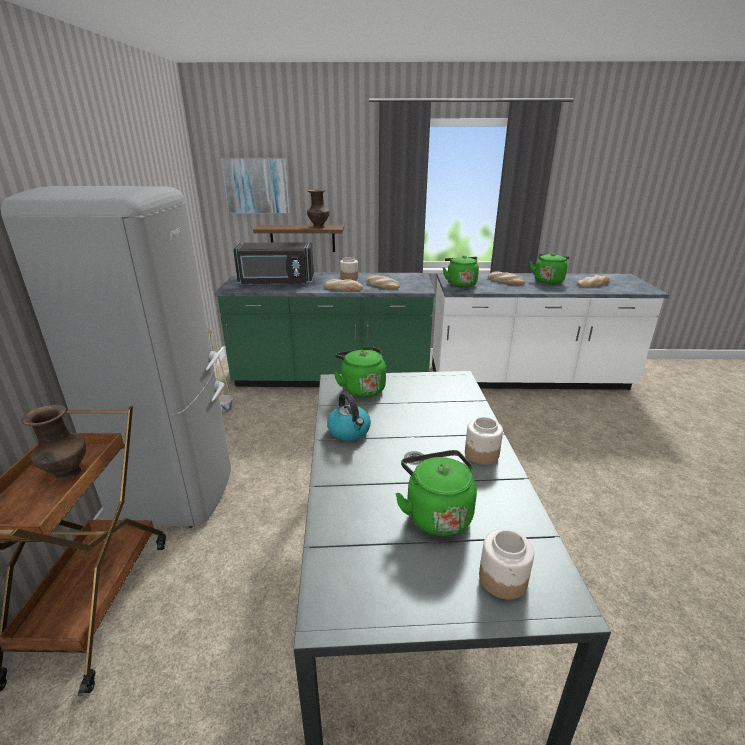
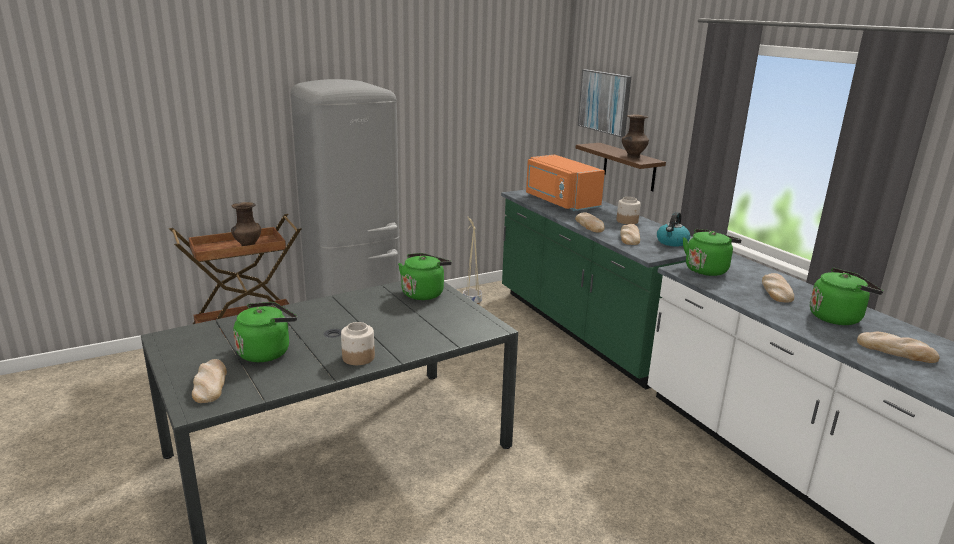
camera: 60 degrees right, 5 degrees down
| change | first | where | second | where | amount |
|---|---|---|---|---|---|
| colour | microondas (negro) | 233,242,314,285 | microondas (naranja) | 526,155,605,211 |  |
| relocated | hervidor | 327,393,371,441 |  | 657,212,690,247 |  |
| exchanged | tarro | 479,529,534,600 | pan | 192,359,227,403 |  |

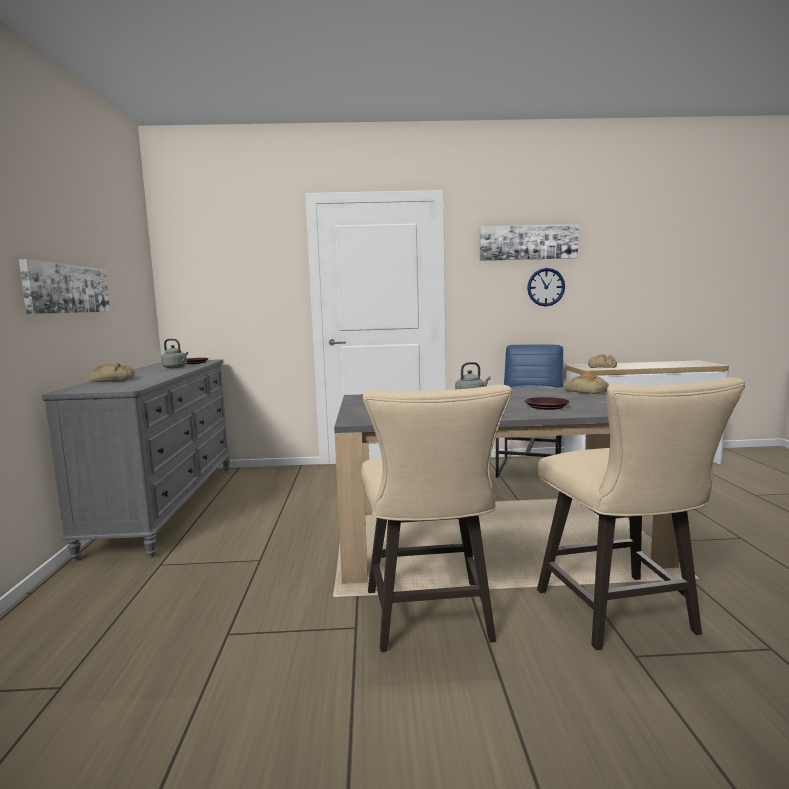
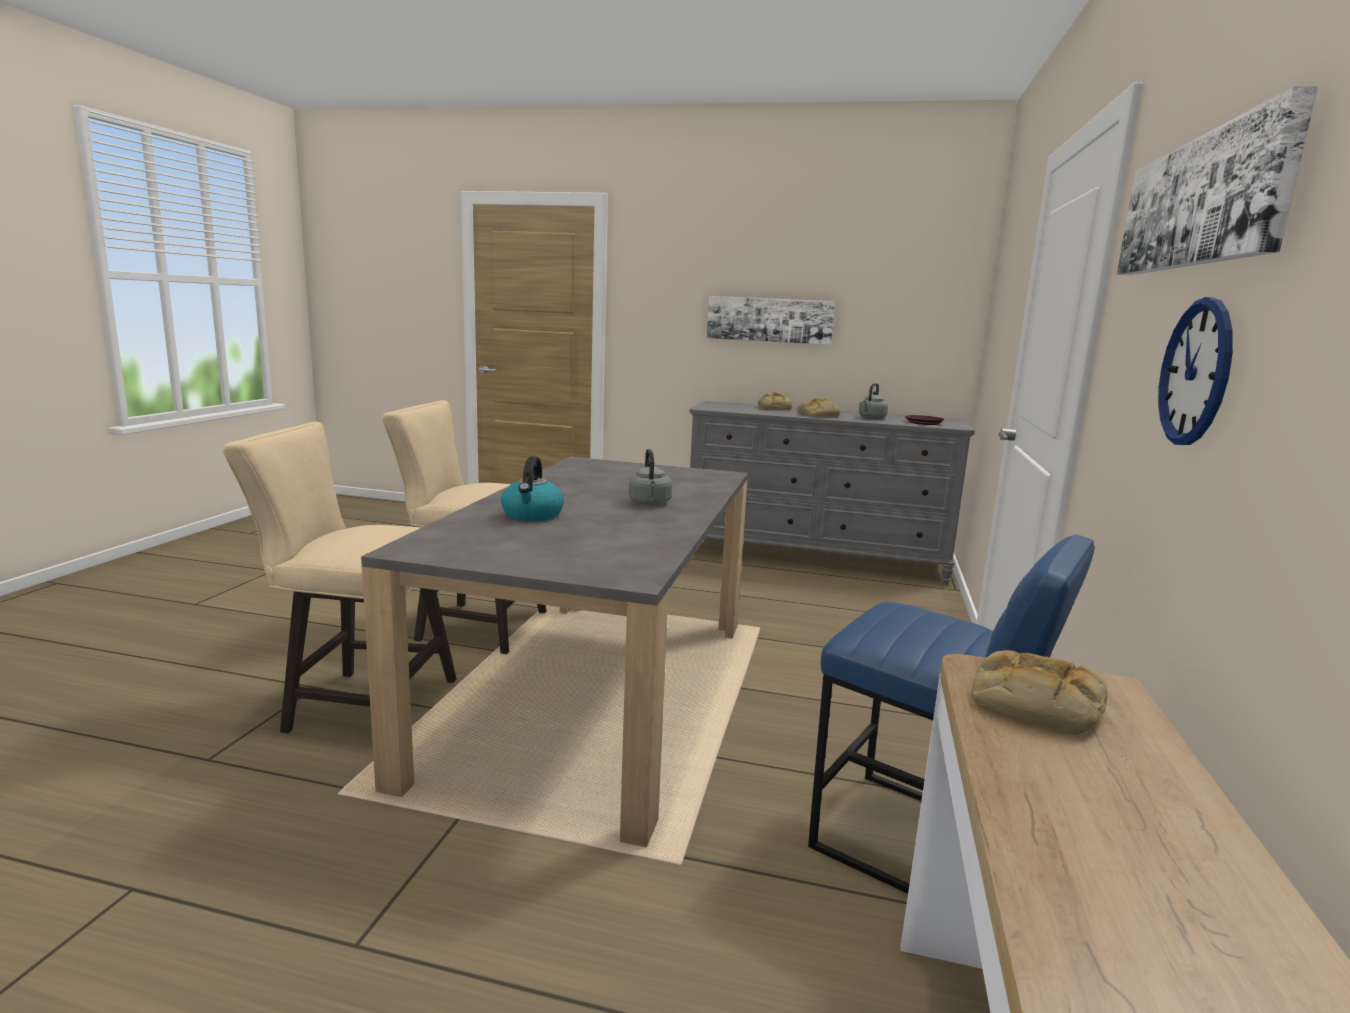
camera: 105 degrees right, 5 degrees up
| change | first | where | second | where | amount |
|---|---|---|---|---|---|
| relocated | pan | 565,374,609,394 |  | 797,398,841,417 |  |
| exchanged | plato (marrón) | 525,397,570,410 | hervidor | 501,456,564,521 |  |

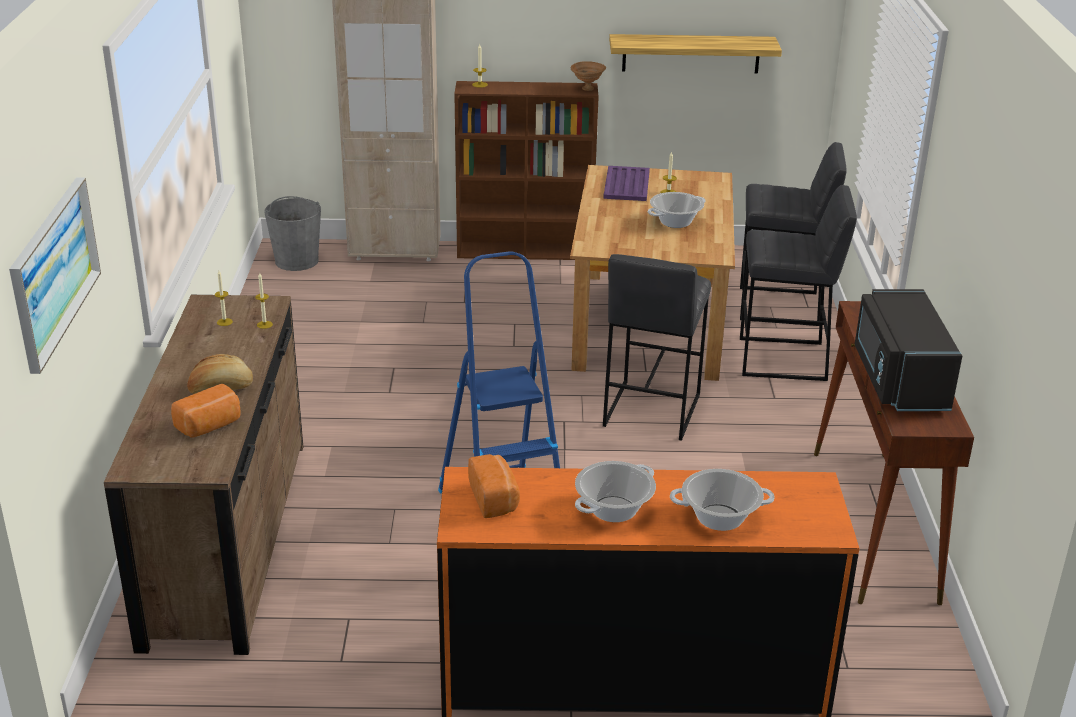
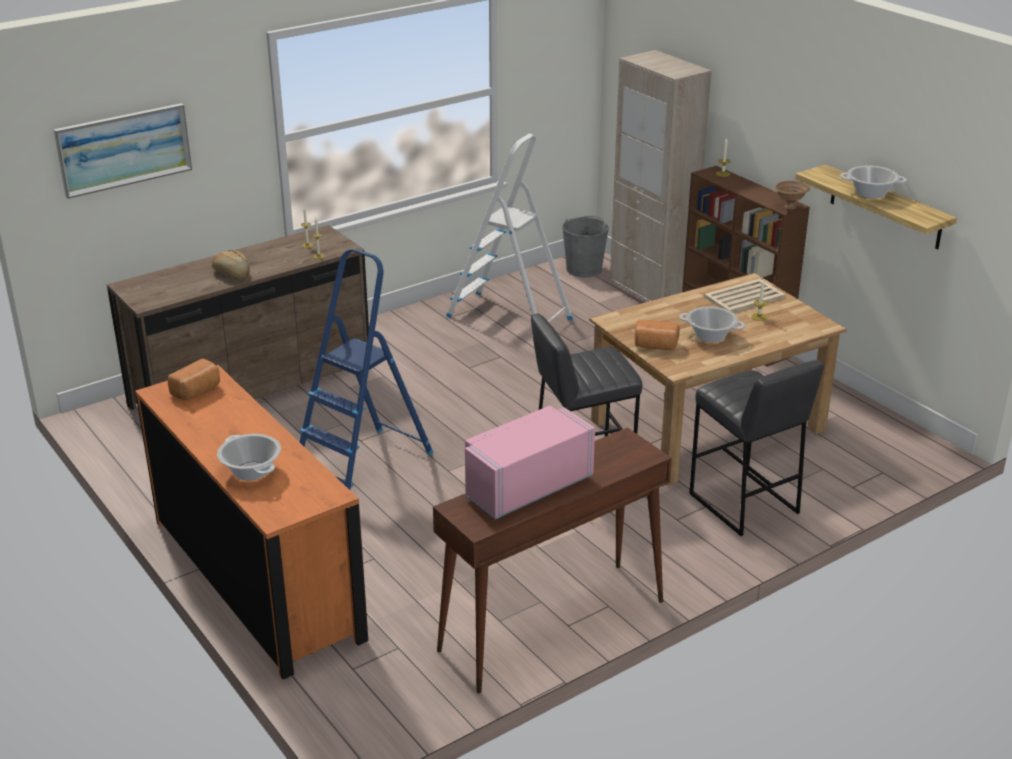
camera: 55 degrees right, 0 degrees up
| change | first | where | second | where | amount |
|---|---|---|---|---|---|
| missing | taburete (gris) | 740,142,847,326 |  |  |  |
| colour | bandeja (morado) | 603,166,650,201 | bandeja (beis) | 704,279,785,313 |  |
| colour | microondas (negro) | 855,289,962,411 | microondas (rosa) | 465,406,595,519 |  |
| relocated | pan | 171,384,240,438 |  | 635,319,680,350 |  |
| relocated | olla | 575,461,656,522 |  | 840,166,907,199 |  |
| appeared |  |  | escalera de tijera (blanco) | 446,133,573,322 |  |

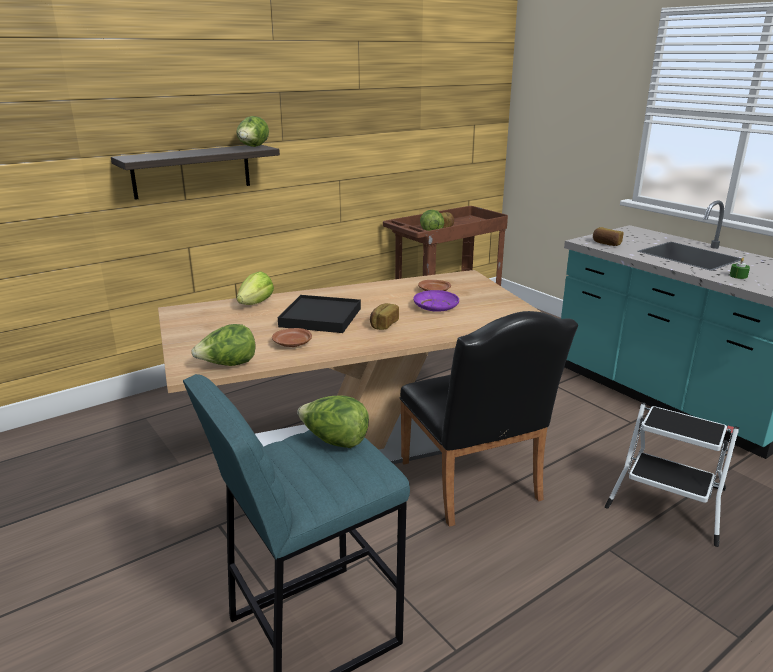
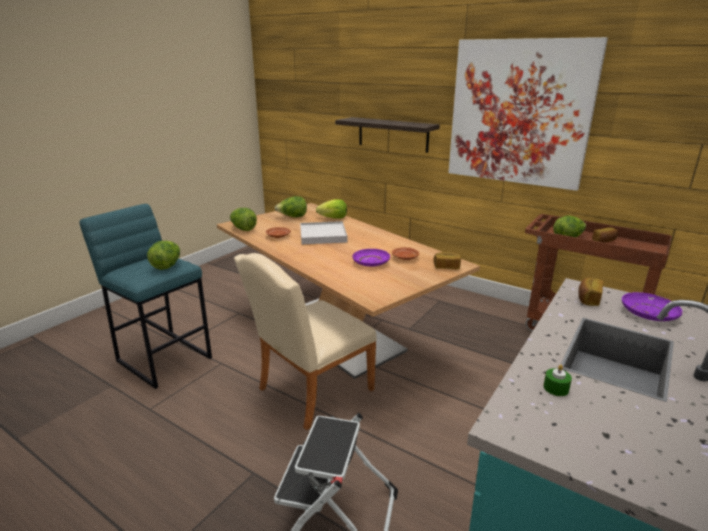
camera: 70 degrees right, 0 degrees up
| change | first | where | second | where | amount |
|---|---|---|---|---|---|
| relocated | lechuga | 236,116,269,147 |  | 275,196,307,217 |  |
| colour | bandeja (negro) | 278,295,361,333 | bandeja (blanco) | 300,221,347,244 |  |
| relocated | pan | 370,303,399,330 |  | 433,252,461,269 |  |
| colour | silla (negro) | 400,311,578,527 | silla (beis) | 234,253,377,430 |  |
| appeared |  |  | cuadro | 448,37,608,191 |  |
| appeared |  |  | plato (morado) | 622,292,683,321 |  |

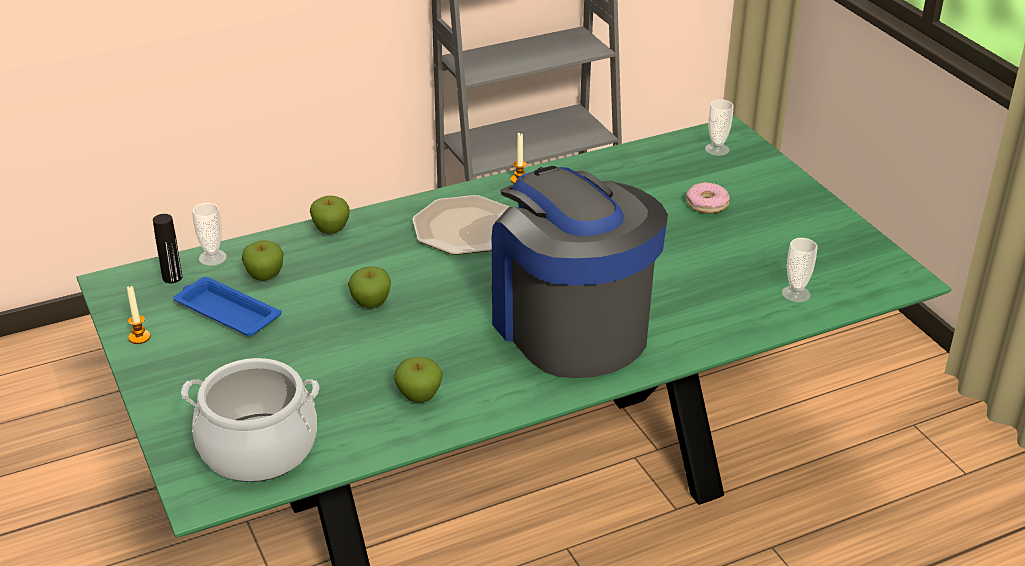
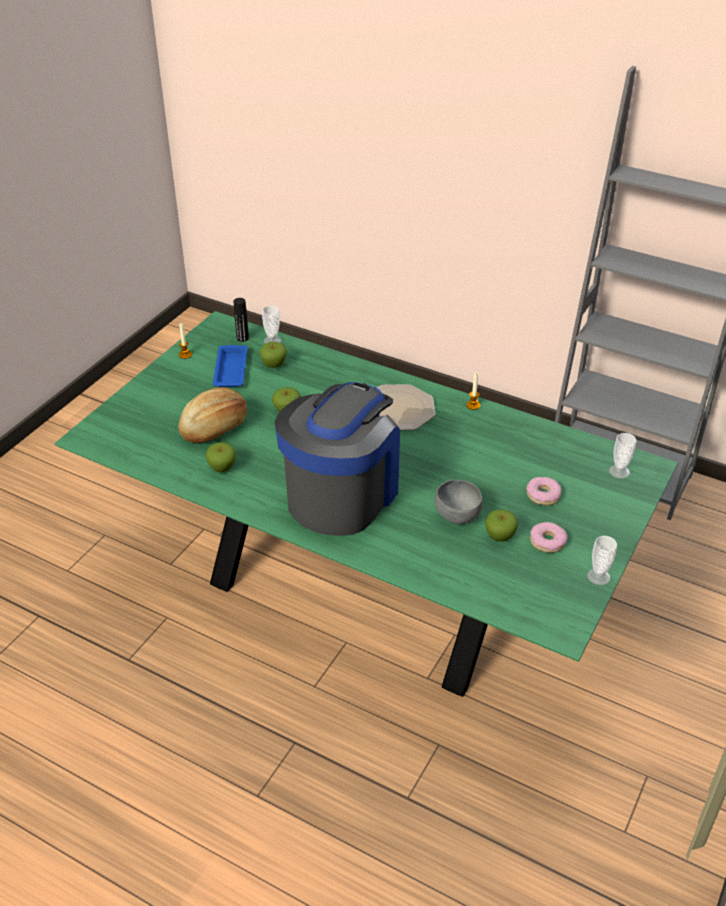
camera: 55 degrees right, 5 degrees up
| change | first | where | second | where | amount |
|---|---|---|---|---|---|
| relocated | manzana | 310,195,350,234 |  | 485,509,518,541 |  |
| relocated | taza | 782,238,818,302 |  | 587,536,617,585 |  |
| missing | olla | 181,358,319,482 |  |  |  |
| appeared |  |  | pan | 178,387,247,443 |  |
| appeared |  |  | cuenco (gris) | 435,480,483,524 |  |
| appeared |  |  | rosquilla | 530,522,568,553 |  |

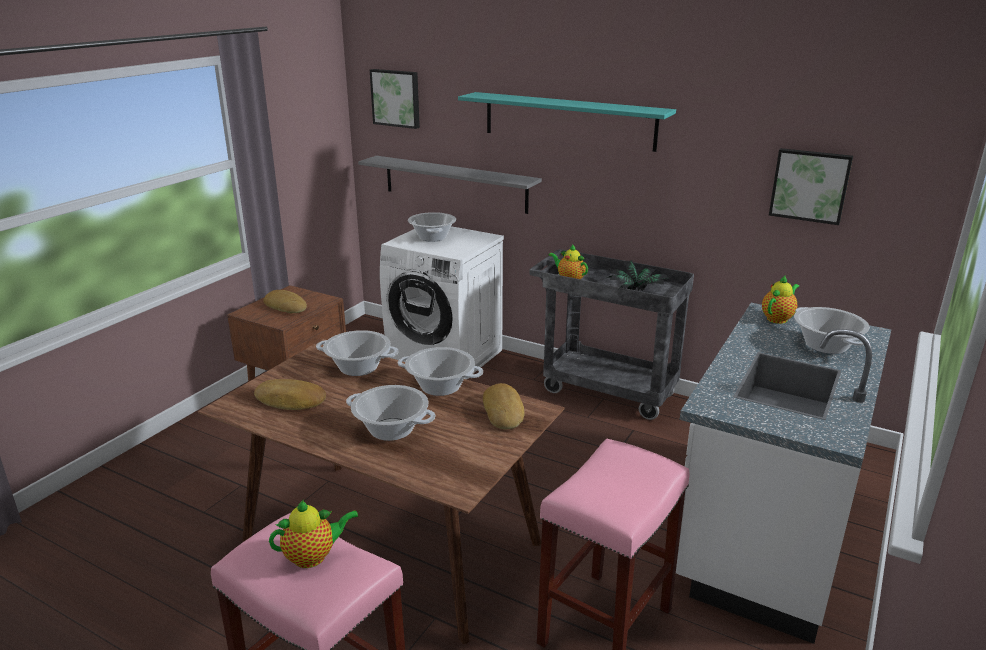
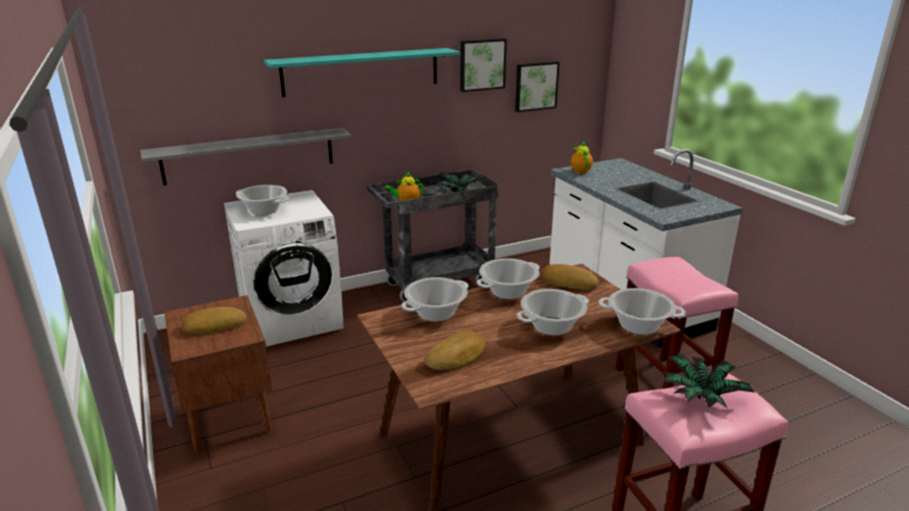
camera: 55 degrees left, 0 degrees up
| change | first | where | second | where | amount |
|---|---|---|---|---|---|
| relocated | cuadro | 370,69,420,129 |  | 460,38,507,92 |  |
| relocated | olla | 794,307,870,354 |  | 598,288,686,335 |  |
| exchanged | tetera | 269,500,359,568 | planta en maceta | 662,352,755,408 |  |

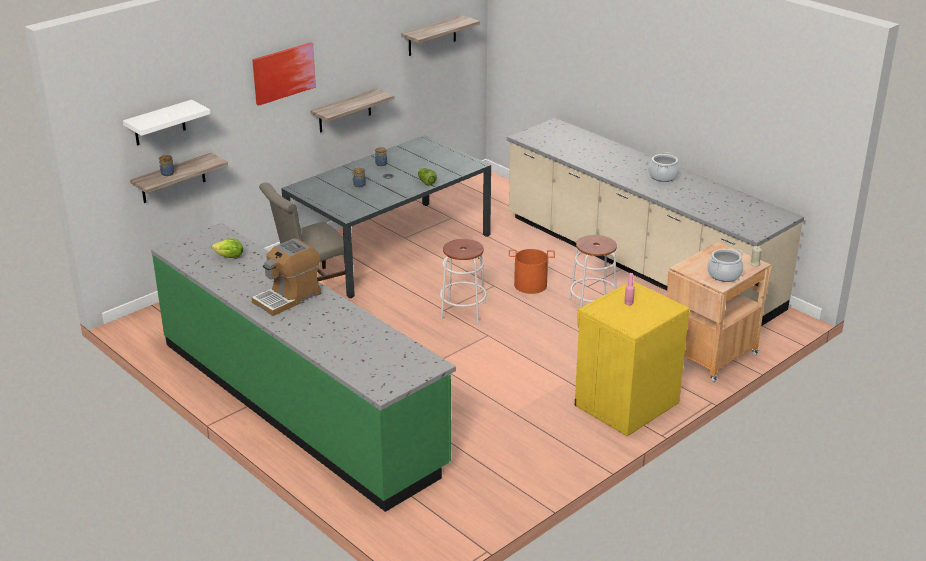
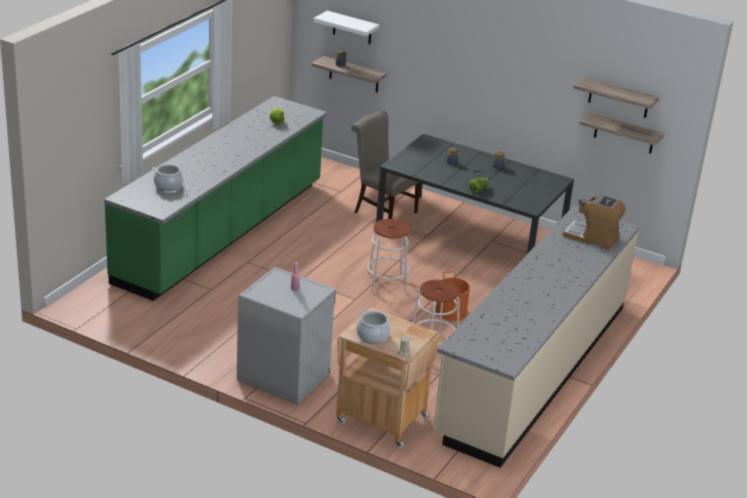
camera: 70 degrees right, 0 degrees up
| change | first | where | second | where | amount |
|---|---|---|---|---|---|
| missing | cuadro | 252,42,316,106 |  |  |  |
| relocated | estante | 310,88,395,133 |  | 579,112,664,153 |  |
| relocated | olla | 648,152,680,182 |  | 152,164,184,191 |  |
| relocated | cafetera | 251,238,321,316 |  | 563,194,625,250 |  |
| colour | lavadora (amarillo) | 575,281,689,436 | lavadora (blanco) | 237,267,336,404 |  |

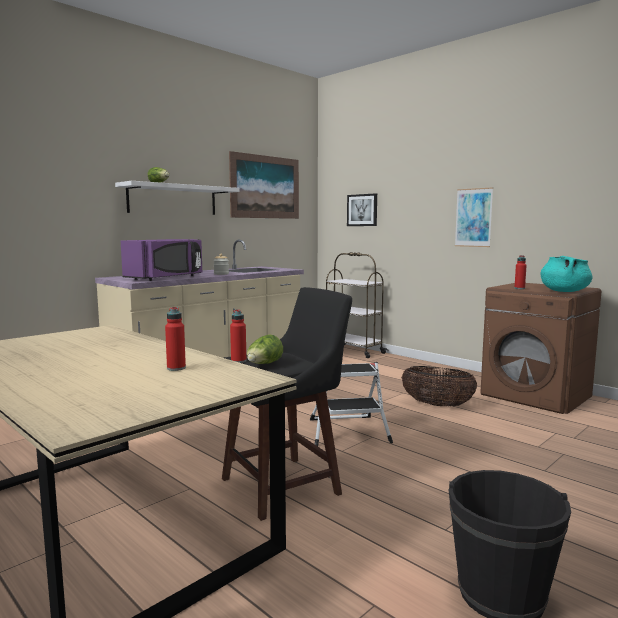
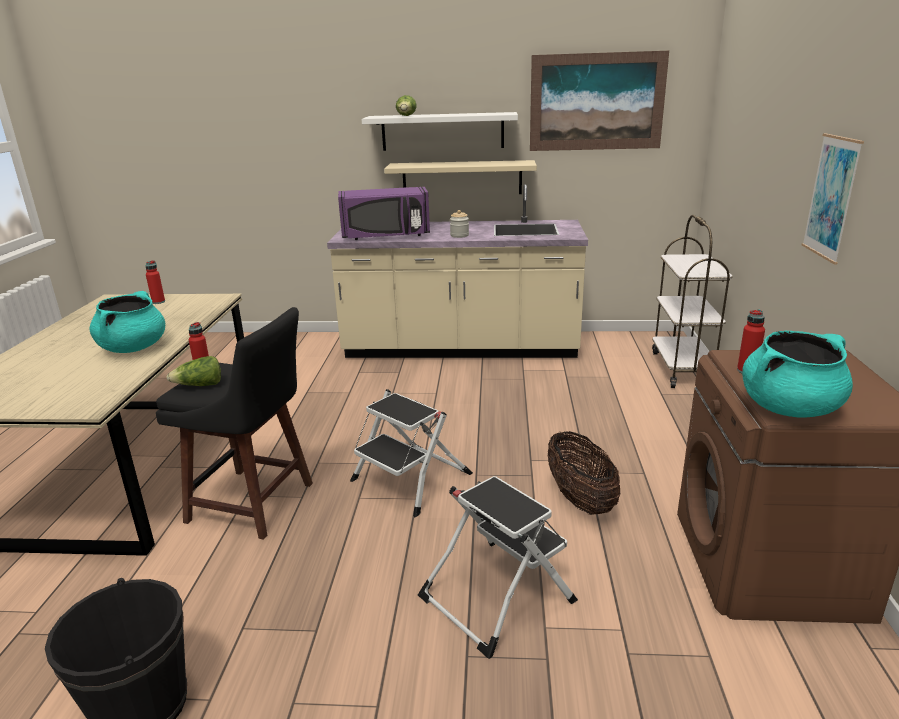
camera: 50 degrees right, 15 degrees up
| change | first | where | second | where | amount |
|---|---|---|---|---|---|
| missing | cuadro | 347,193,377,226 |  |  |  |
| relocated | botella (rojo) | 165,307,186,371 |  | 146,260,165,304 |  |
| appeared |  |  | estante (beis) | 384,160,537,194 |  |
| appeared |  |  | olla (turquesa) | 90,291,165,353 |  |
| appeared |  |  | escalera de tijera | 418,476,578,659 |  |

